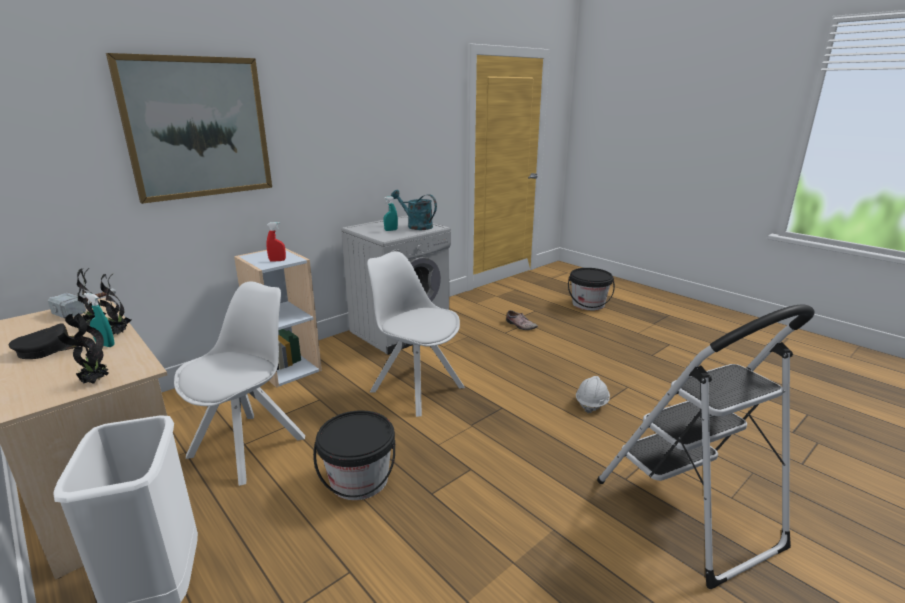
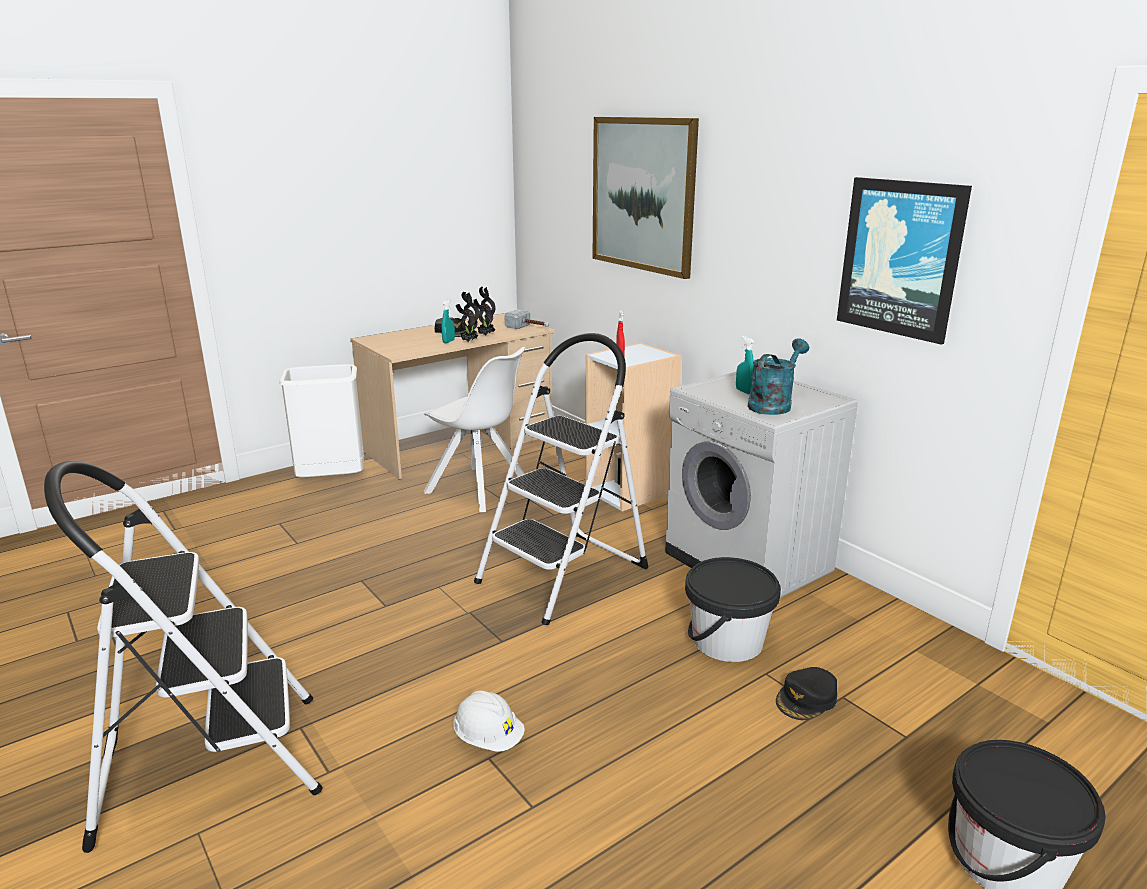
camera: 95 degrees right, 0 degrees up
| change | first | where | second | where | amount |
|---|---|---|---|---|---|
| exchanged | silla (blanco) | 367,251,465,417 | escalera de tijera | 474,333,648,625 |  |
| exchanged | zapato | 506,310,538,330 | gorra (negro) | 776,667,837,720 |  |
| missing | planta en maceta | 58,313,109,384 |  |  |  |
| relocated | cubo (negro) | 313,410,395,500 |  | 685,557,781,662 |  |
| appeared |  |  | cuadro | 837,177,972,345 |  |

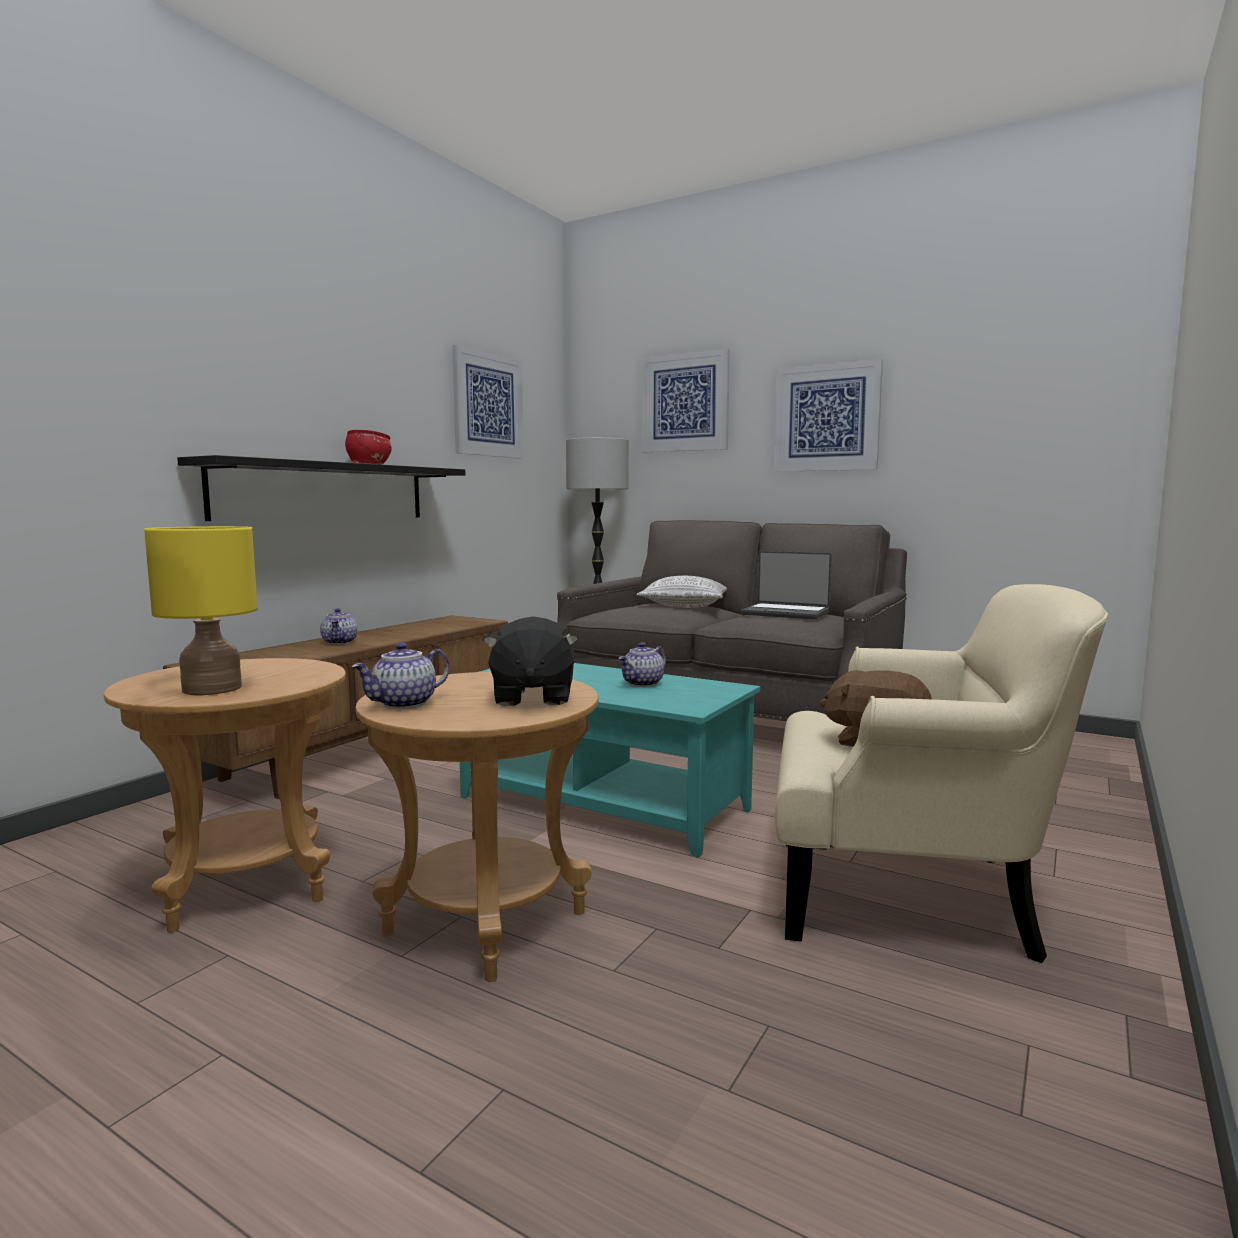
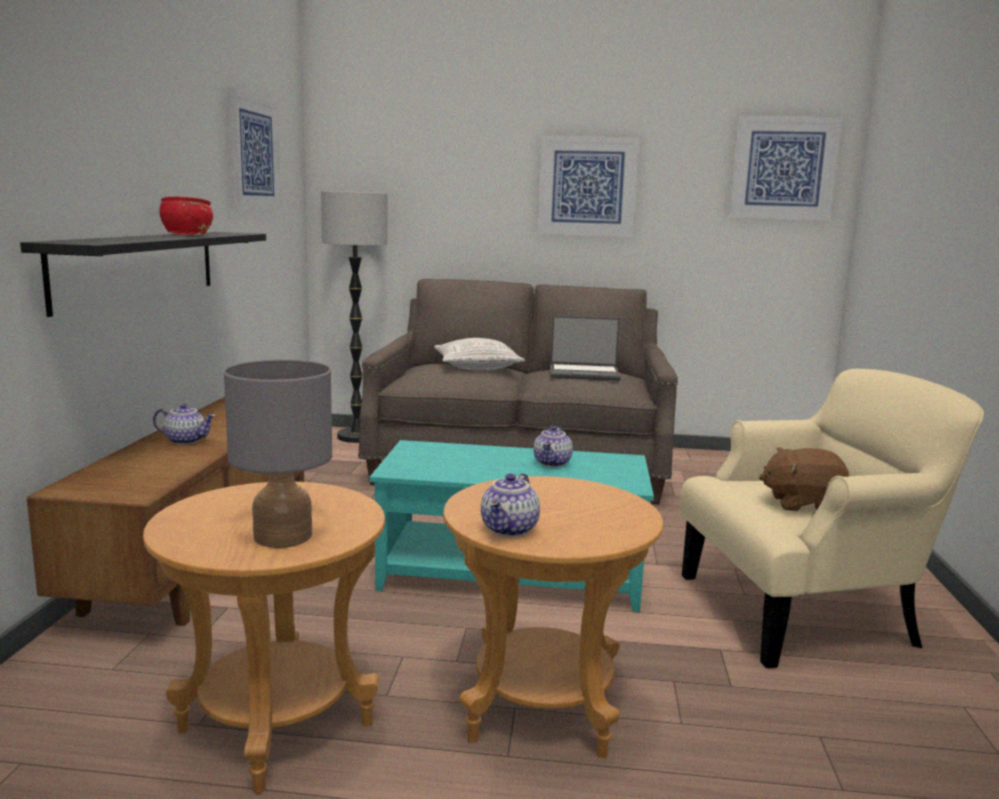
camera: 25 degrees left, 5 degrees up
| change | first | where | second | where | amount |
|---|---|---|---|---|---|
| relocated | cuadro | 642,348,730,452 |  | 729,115,843,221 |  |
| colour | lámpara de mesa (amarillo) | 144,526,258,696 | lámpara de mesa (gris) | 224,360,332,548 |  |
| spun | tetera | 320,608,358,645 |  | 153,403,216,445 | 45 degrees counterclockwise |
| missing | peluche (negro) | 483,616,579,706 |  |  |  |

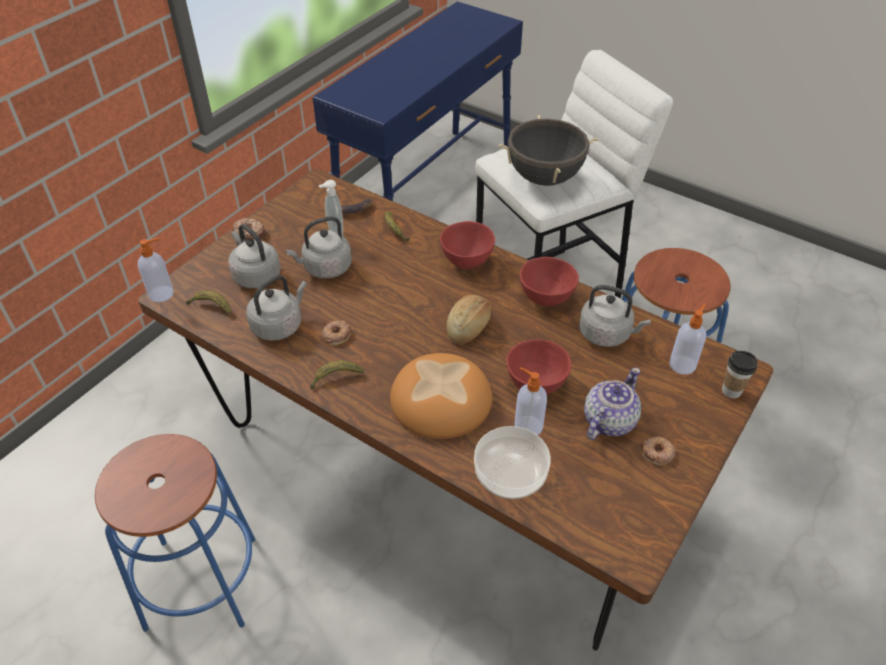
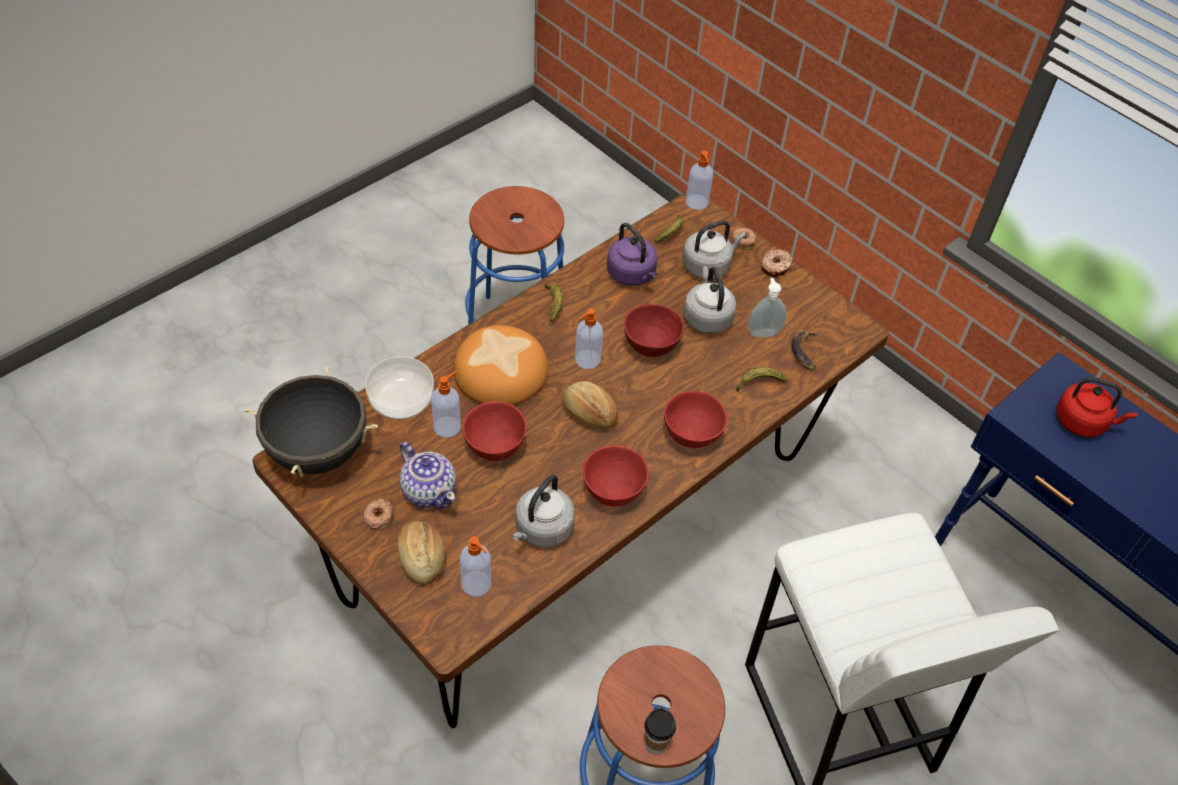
camera: 100 degrees right, 5 degrees up
| change | first | where | second | where | amount |
|---|---|---|---|---|---|
| relocated | olla (negro) | 499,114,598,186 |  | 244,366,378,477 |  |
| colour | hervidor (gris) | 246,275,307,341 | hervidor (morado) | 607,223,658,286 |  |
| relocated | rosquilla | 322,320,351,345 |  | 731,227,757,250 |  |
| relocated | taza | 722,351,757,398 |  | 645,708,676,755 |  |
| appeared |  |  | cuenco (rojo) | 624,304,684,357 |  |
| appeared |  |  | dispensador de jabón | 575,308,603,369 |  |
| appeared |  |  | hervidor (rojo) | 1056,377,1137,437 |  |
| appeared |  |  | pan | 397,520,445,585 |  |

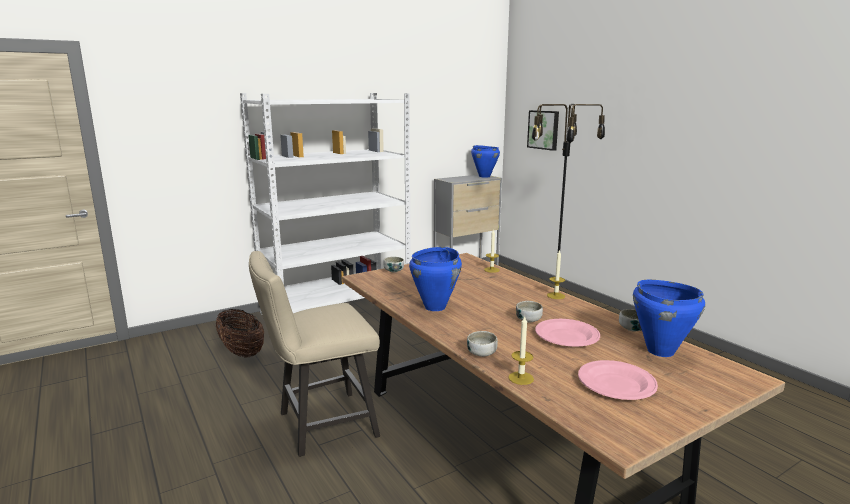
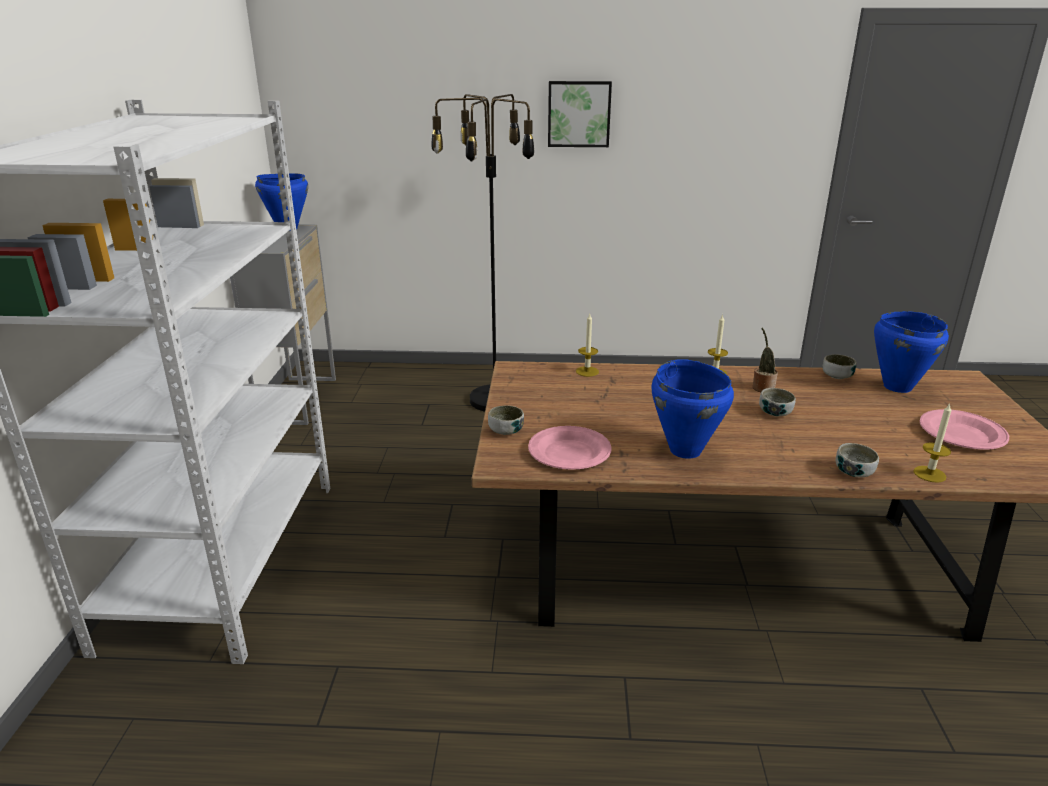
camera: 55 degrees left, 10 degrees up
| change | first | where | second | where | amount |
|---|---|---|---|---|---|
| relocated | cuadro | 527,110,559,151 |  | 548,81,612,147 |  |
| missing | silla (beis) | 249,251,380,457 |  |  |  |
| missing | cesta | 216,309,264,357 |  |  |  |
| relocated | plato (rosa) | 535,319,600,347 |  | 528,426,611,470 |  |
| appeared |  |  | planta en maceta | 753,328,778,392 |  |

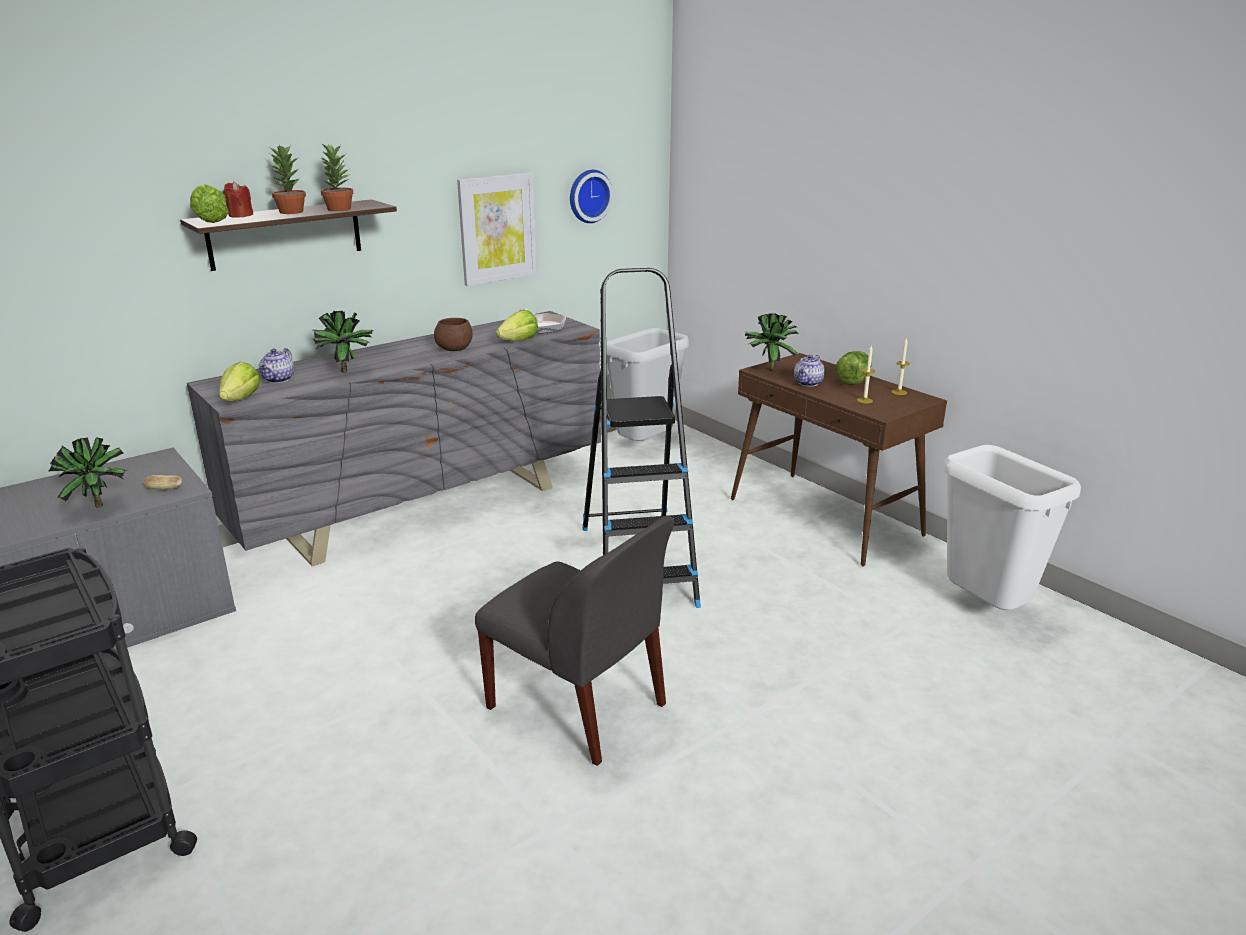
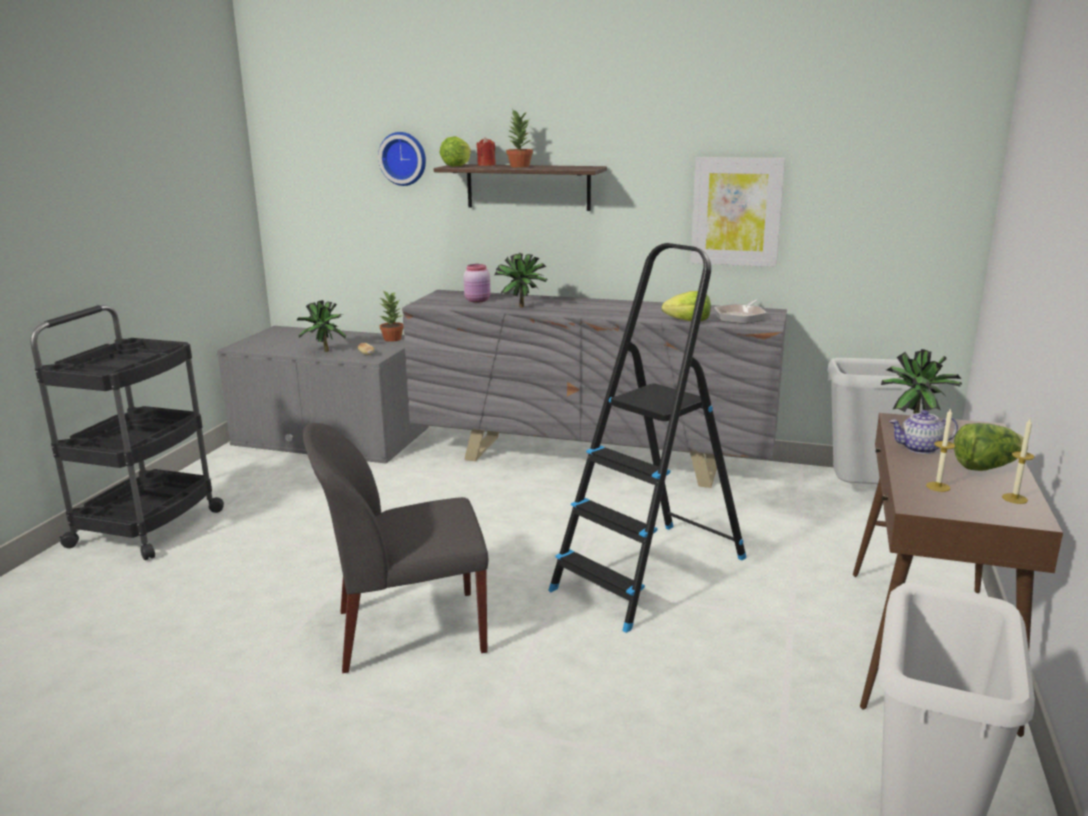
camera: 55 degrees right, 5 degrees down
| change | first | where | second | where | amount |
|---|---|---|---|---|---|
| relocated | planta en maceta | 320,143,353,211 |  | 380,290,404,342 |  |
| relocated | reloj de pared | 570,170,613,223 |  | 378,132,426,186 |  |
| missing | cuenco (marrón) | 434,318,473,351 |  |  |  |
| exchanged | tetera | 259,348,294,383 | tarro (rosa) | 464,264,491,303 |  |
| missing | lechuga | 219,362,261,401 |  |  |  |
| spun | silla (gris) | 475,516,674,766 |  | 303,423,488,673 | 75 degrees clockwise |

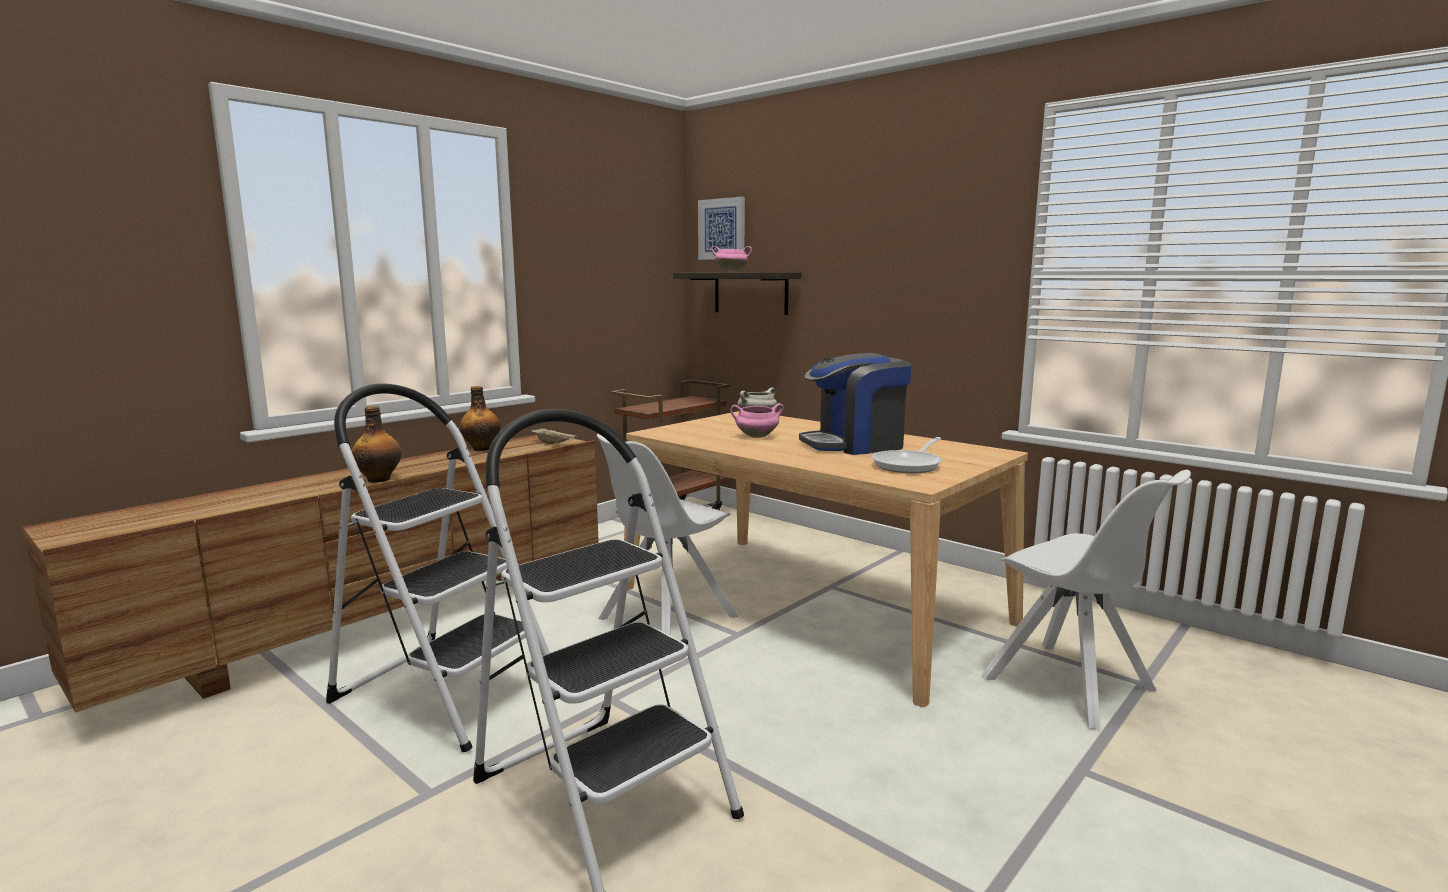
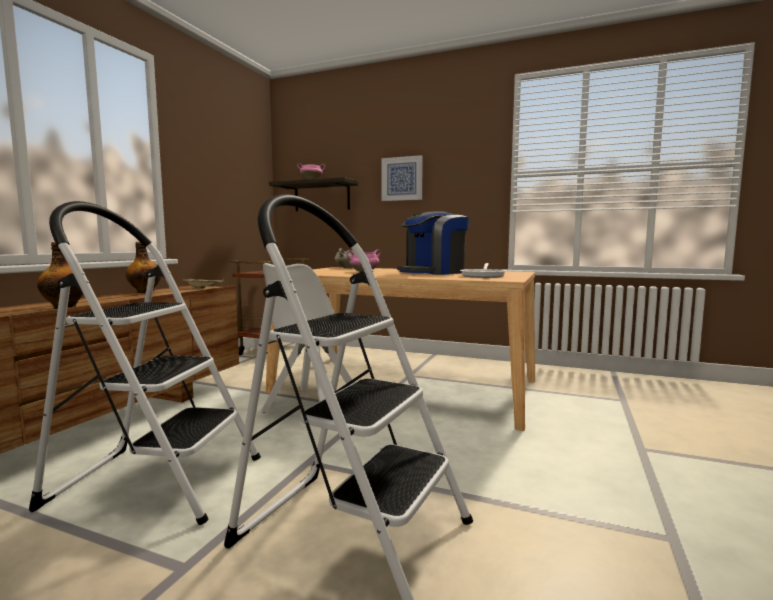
camera: 20 degrees left, 5 degrees down
| change | first | where | second | where | amount |
|---|---|---|---|---|---|
| relocated | cuadro | 698,197,745,260 |  | 382,155,423,201 |  |
| missing | silla (blanco) | 982,470,1191,729 |  |  |  |

